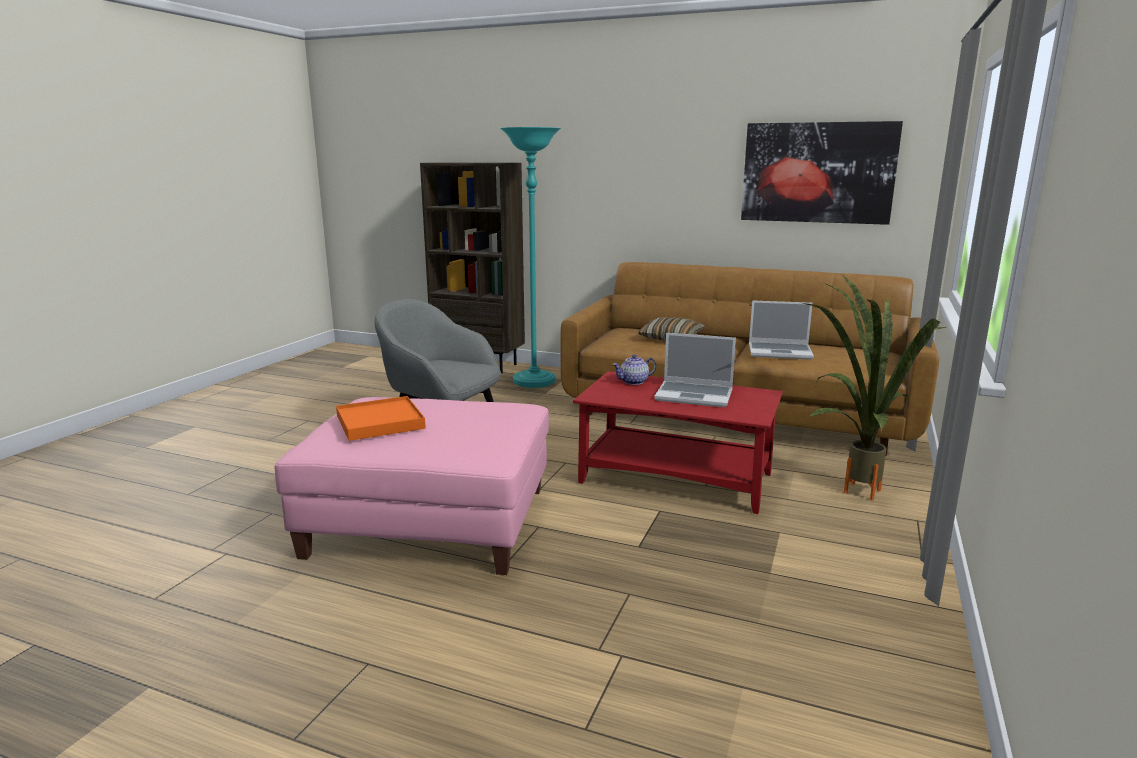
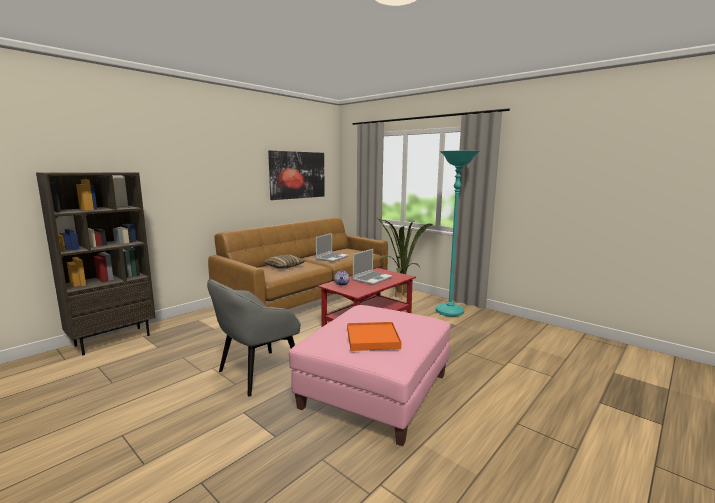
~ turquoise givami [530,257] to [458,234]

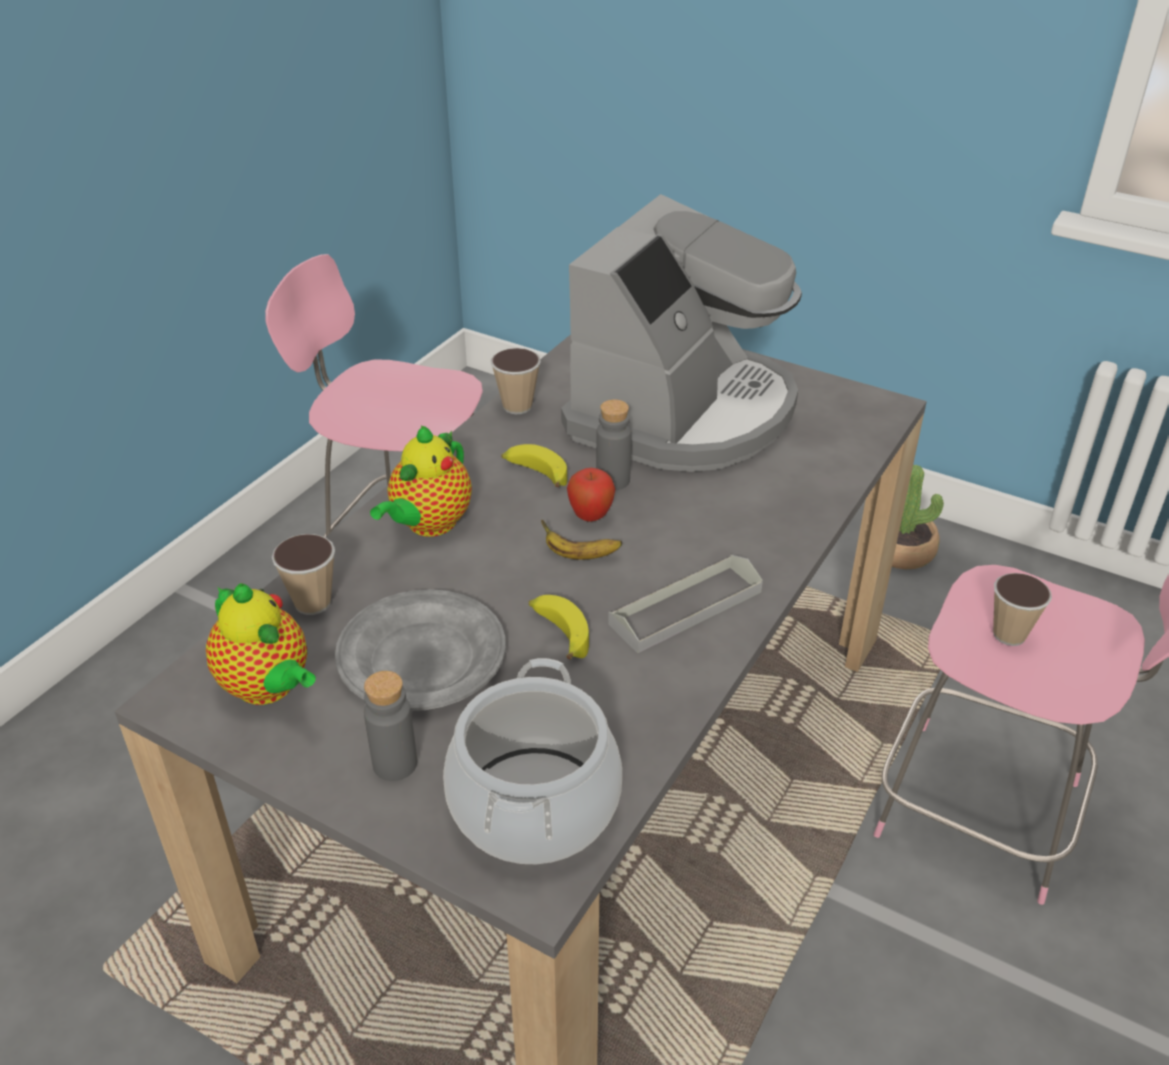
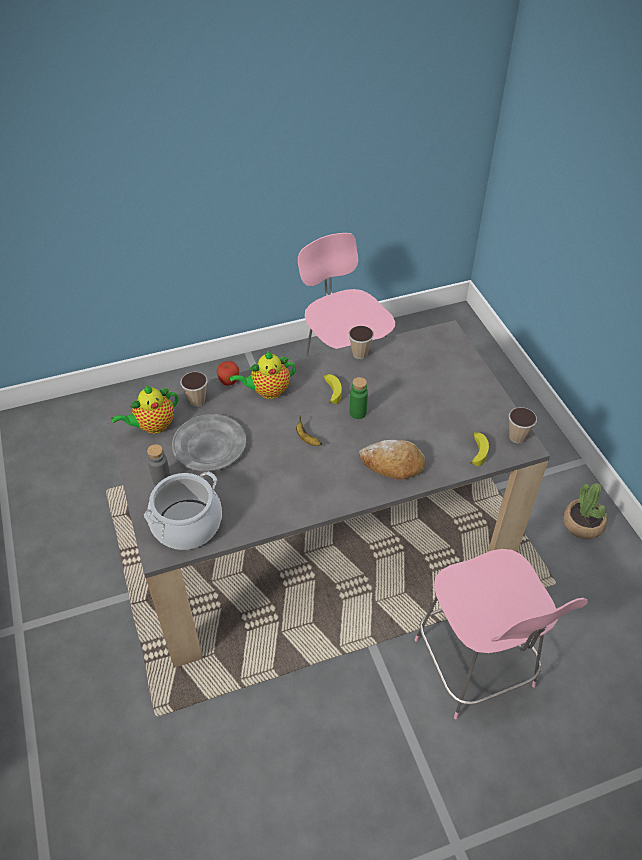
~ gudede [261,644] = [144,410] 60 degrees clockwise
~ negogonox [559,627] to [479,449]
- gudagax [681,333]
~ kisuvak [591,495] to [227,373]
~ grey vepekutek [613,444] to green vepekutek [359,398]
- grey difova [685,604]
~ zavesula [1022,609] to [523,425]
+ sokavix [392,460]

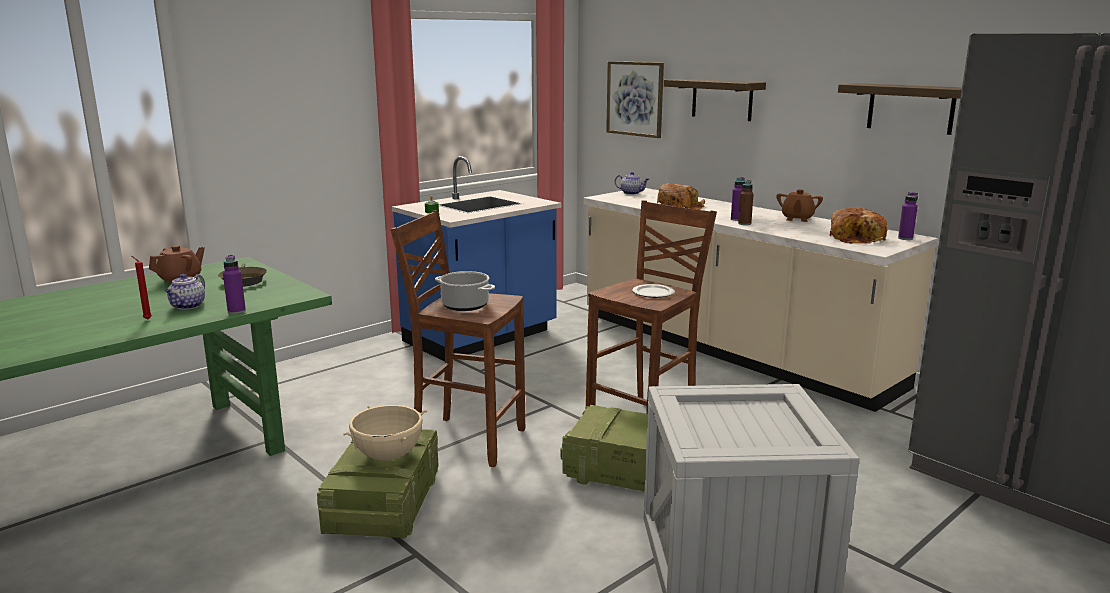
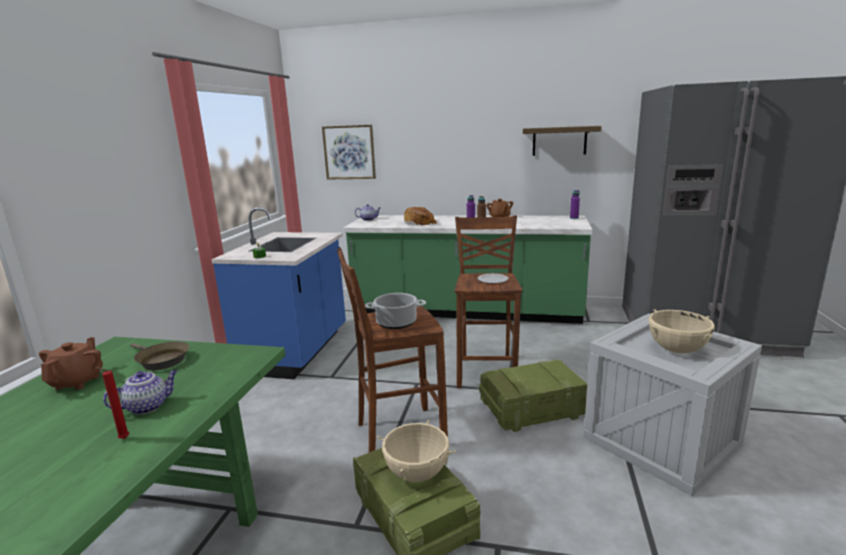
~ gudede [184,292] = [140,392] 105 degrees counterclockwise
- purple vepekutek [234,284]
~ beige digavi [760,300] to green digavi [468,269]
- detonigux [715,100]
- sokavix [858,226]
+ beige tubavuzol [681,331]

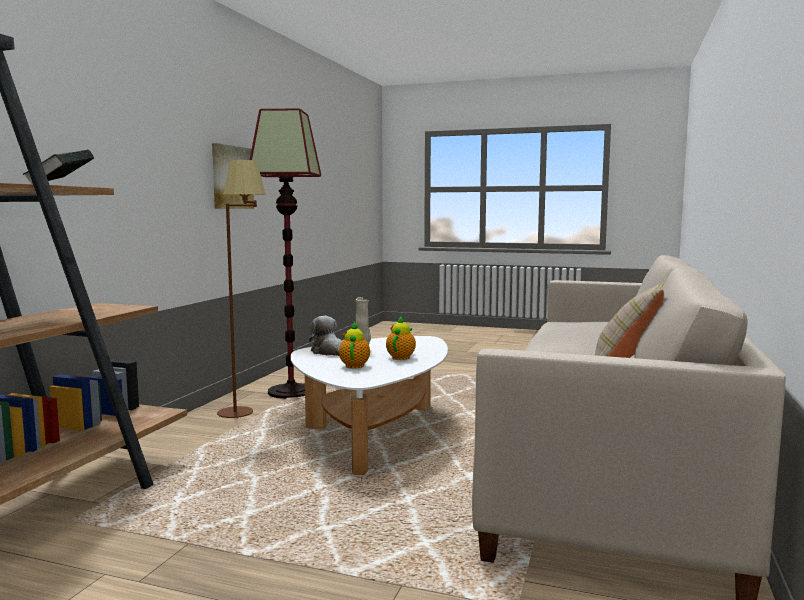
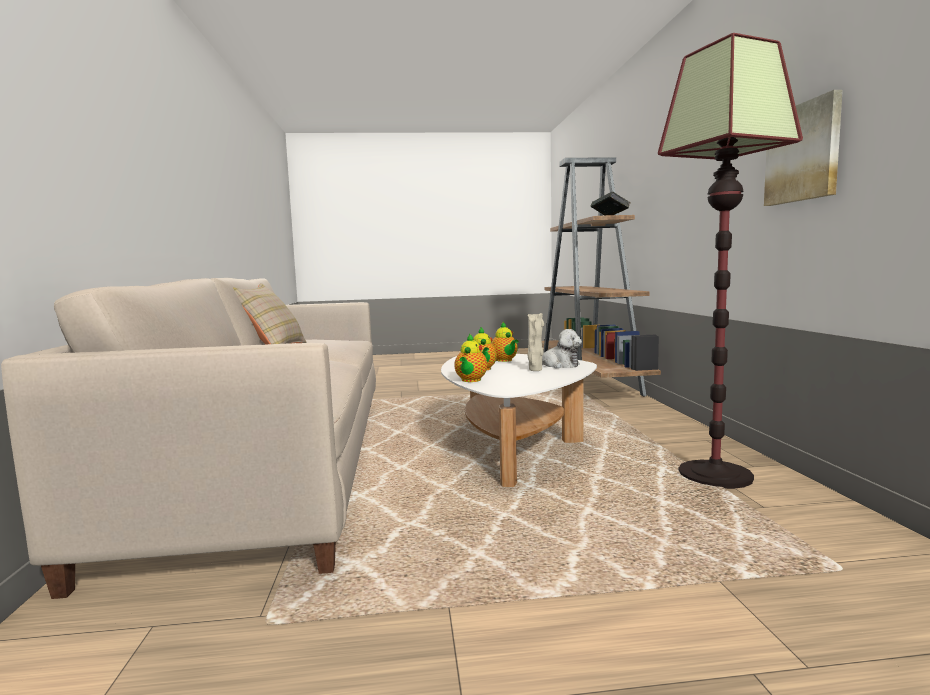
- brown givami [241,289]
+ gudede [470,357]

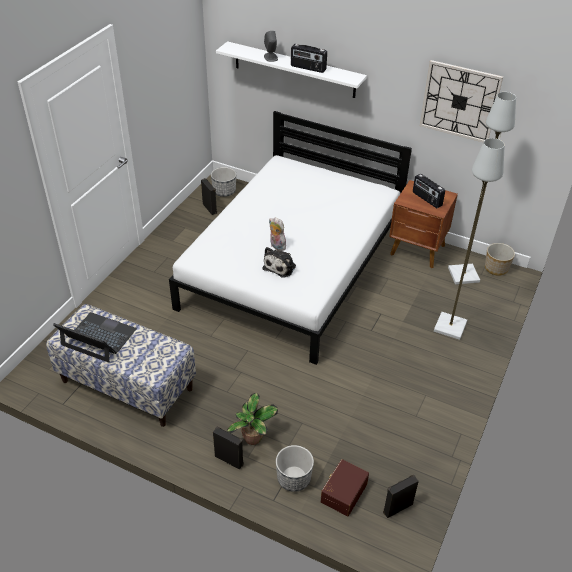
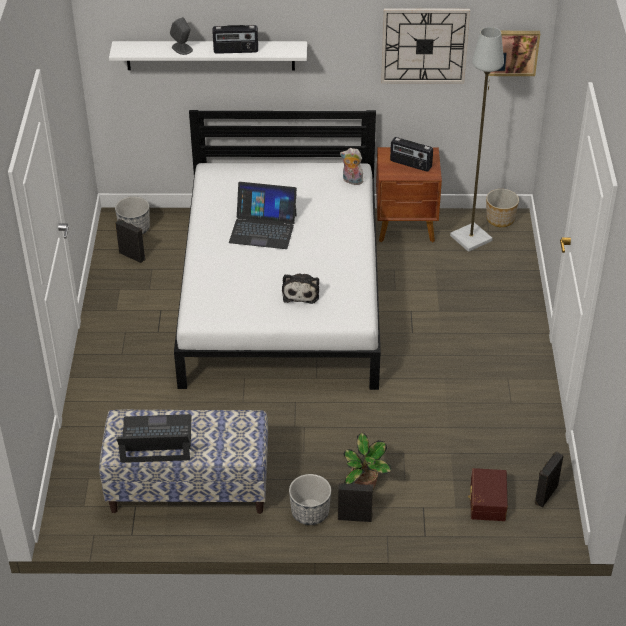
~ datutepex [277,234] to [351,166]
~ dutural [295,468] to [310,499]
- grey givami [469,239]
+ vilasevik [263,215]
+ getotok [514,53]

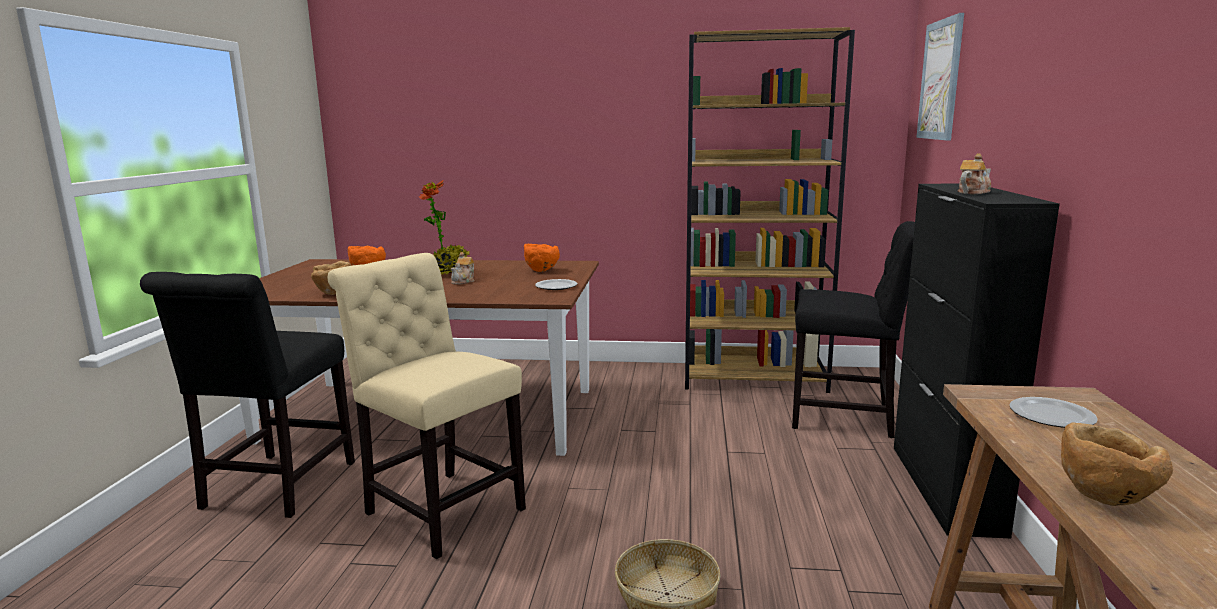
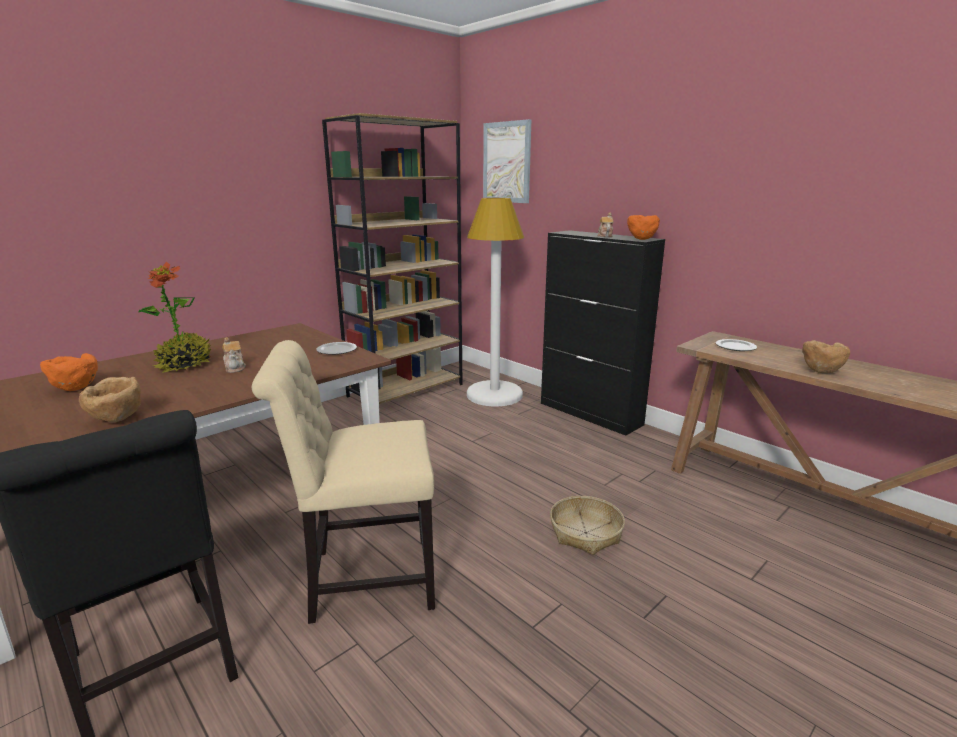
~ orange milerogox [542,258] to [643,227]
~ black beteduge [853,329] to white givami [495,302]

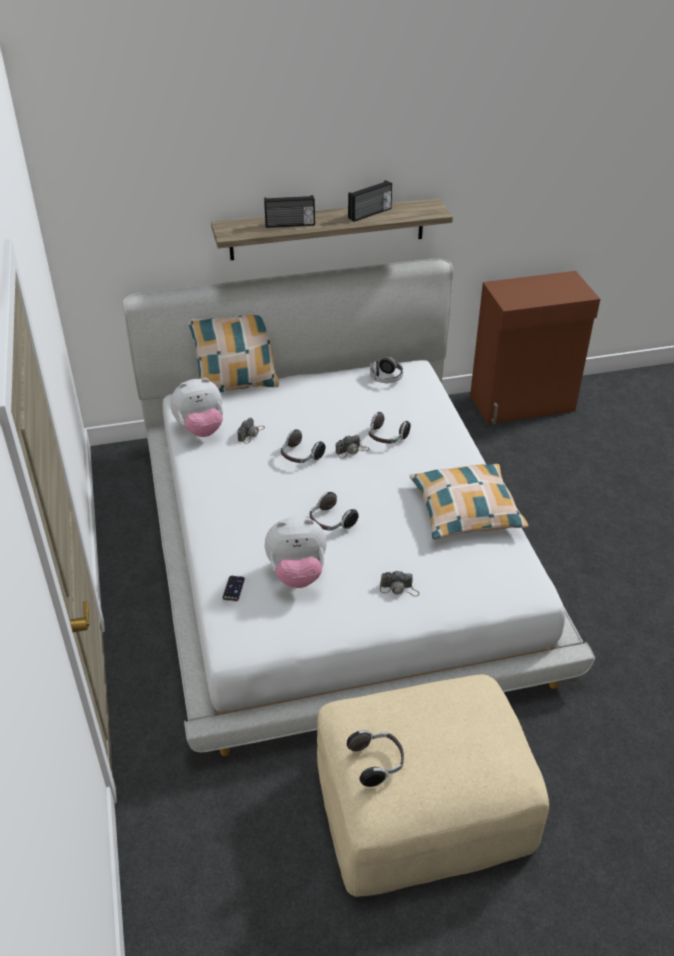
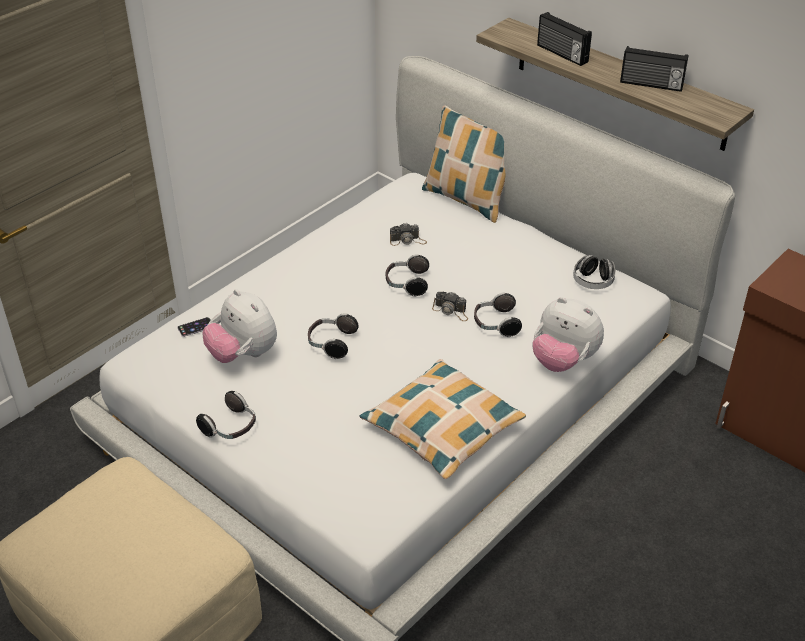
~ datutepex [196,407] to [568,334]
~ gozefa [375,758] to [226,415]
- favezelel [399,584]

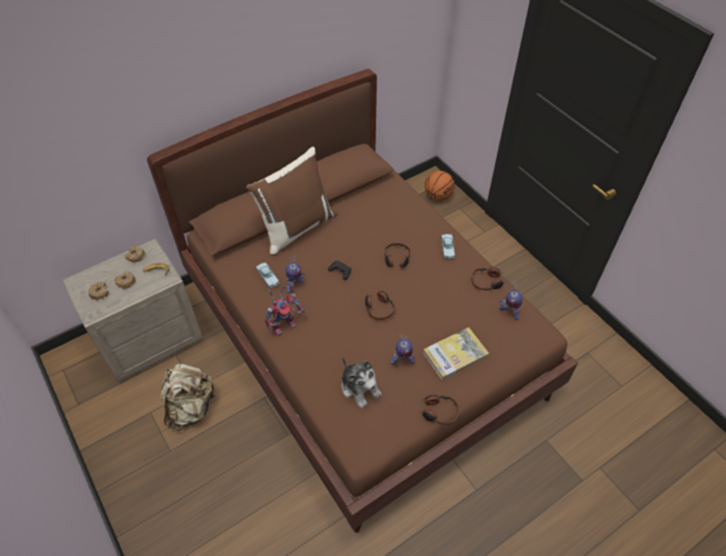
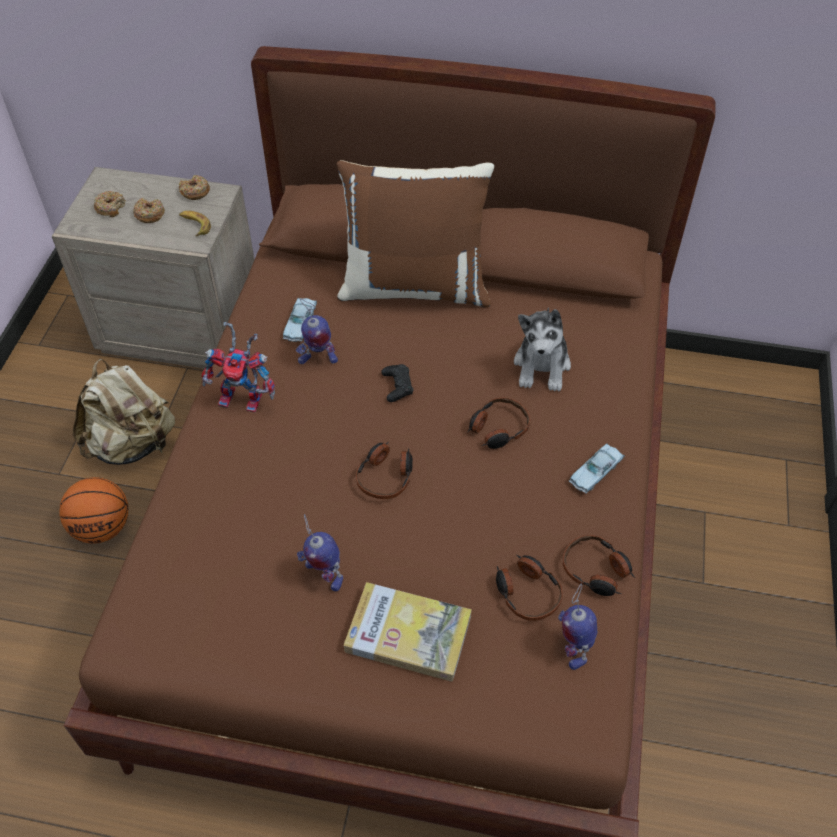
~ datutepex [362,382] to [542,349]
~ gozefa [439,410] to [529,588]
~ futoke [440,186] to [93,510]

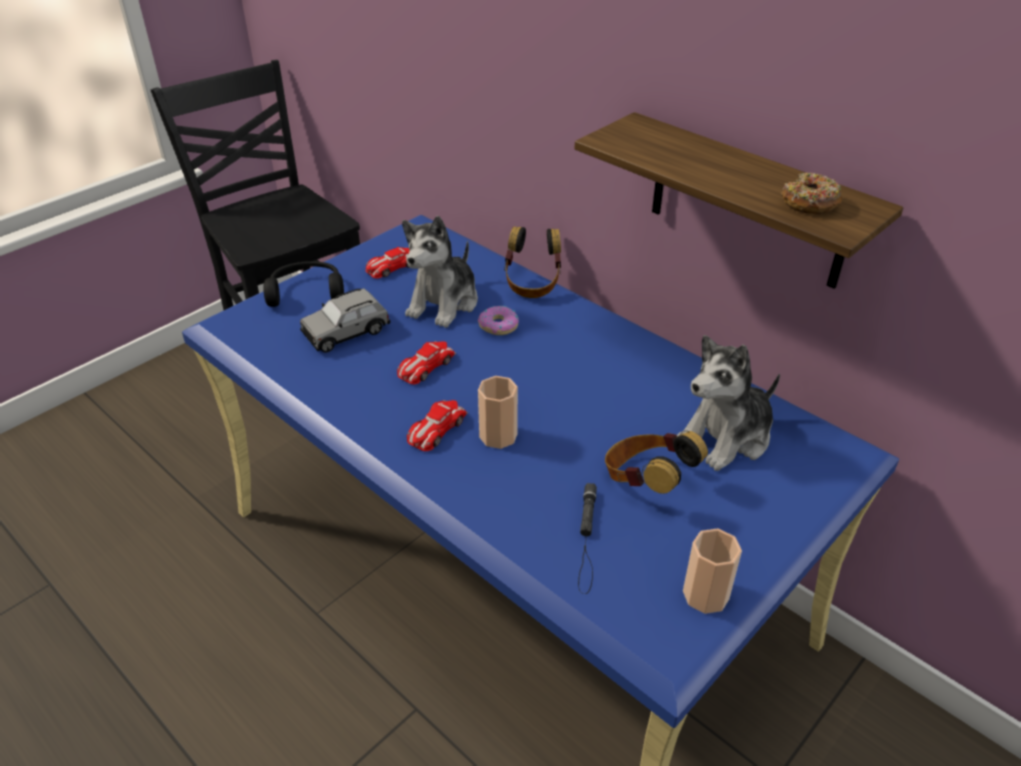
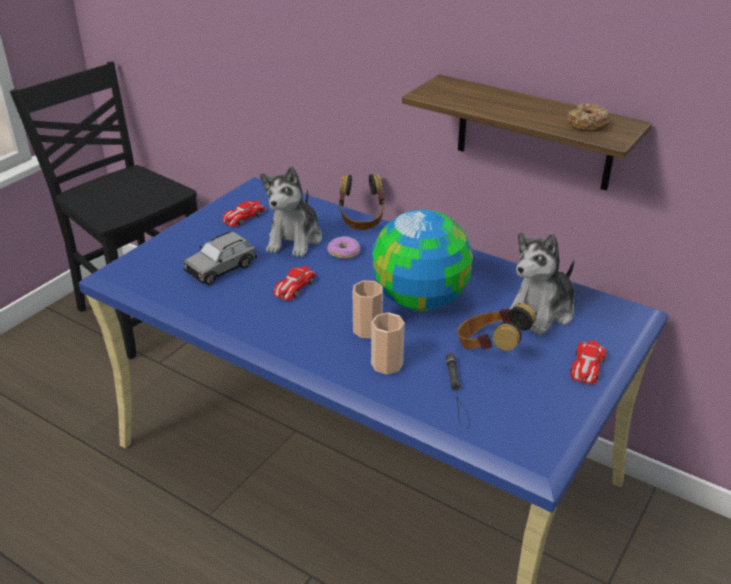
- black gozefa [303,284]
~ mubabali [437,425] to [588,362]
~ zavesula [712,571] to [388,343]
+ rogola [422,260]

